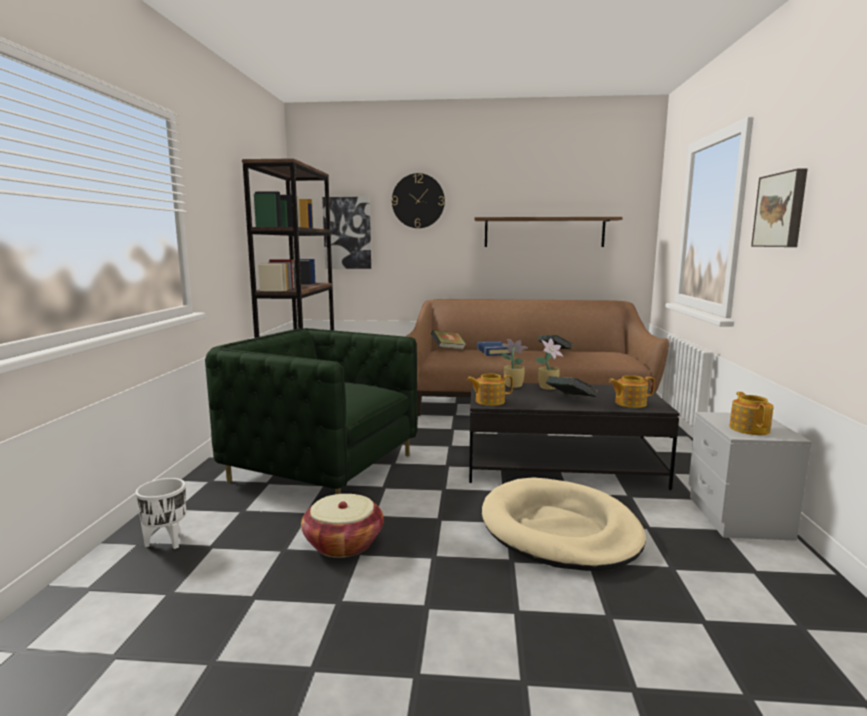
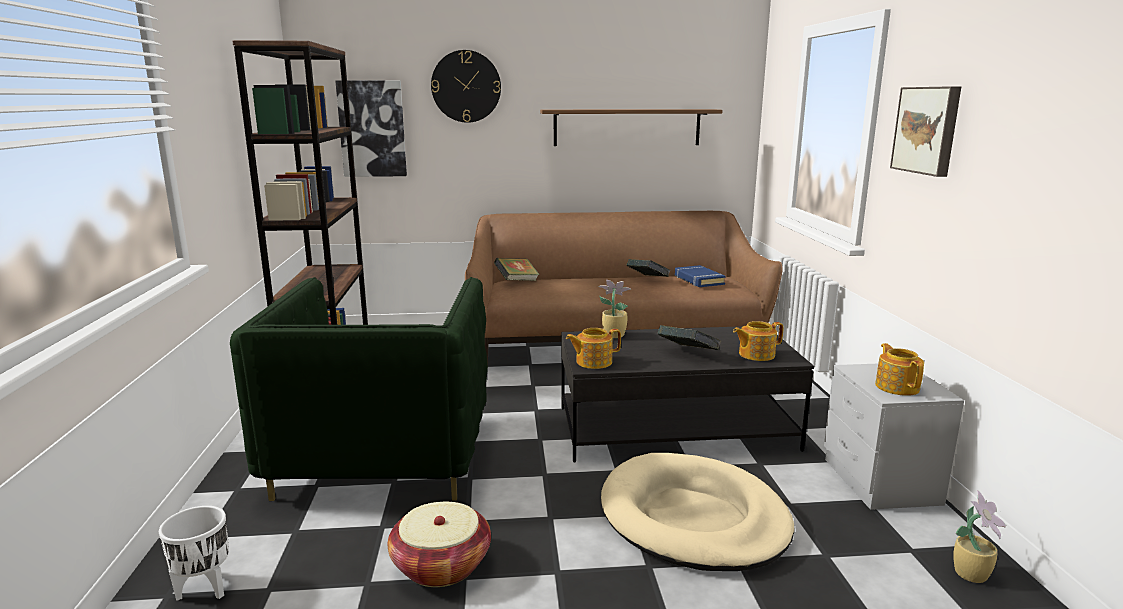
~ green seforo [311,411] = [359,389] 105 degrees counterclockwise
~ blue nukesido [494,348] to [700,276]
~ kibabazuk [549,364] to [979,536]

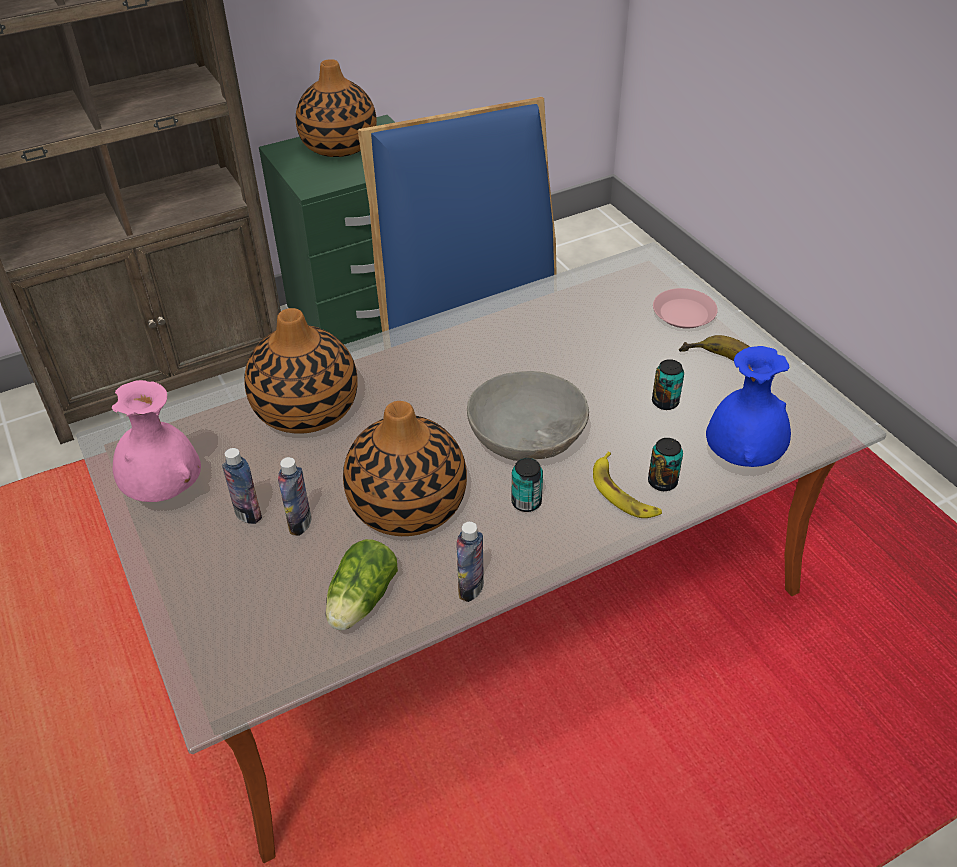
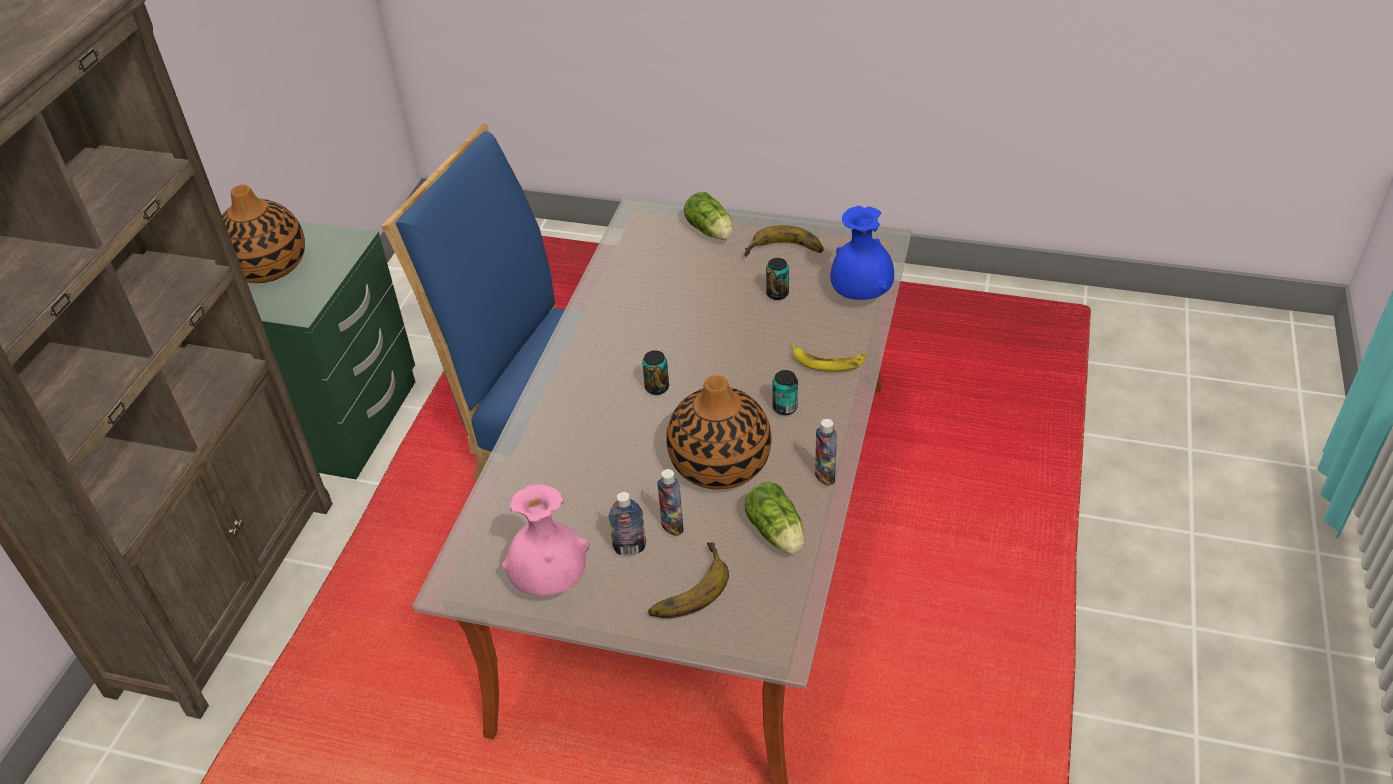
- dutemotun [301,371]
- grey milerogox [528,416]
~ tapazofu [665,464] to [655,372]
~ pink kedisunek [685,308] to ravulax [708,216]
+ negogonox [688,580]

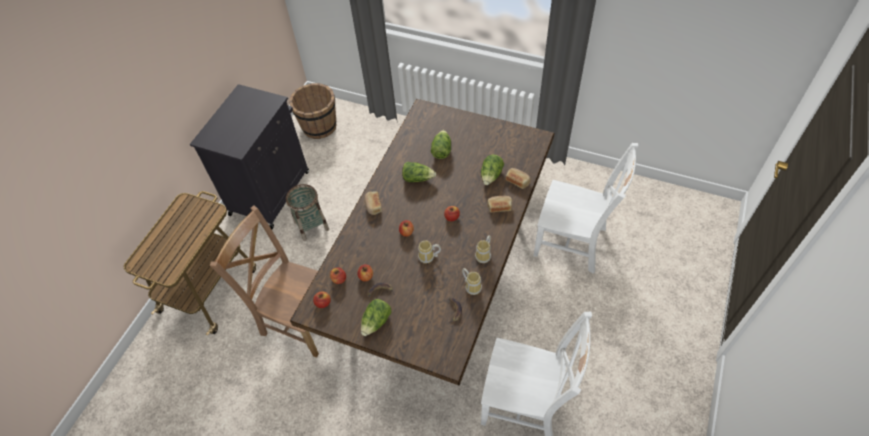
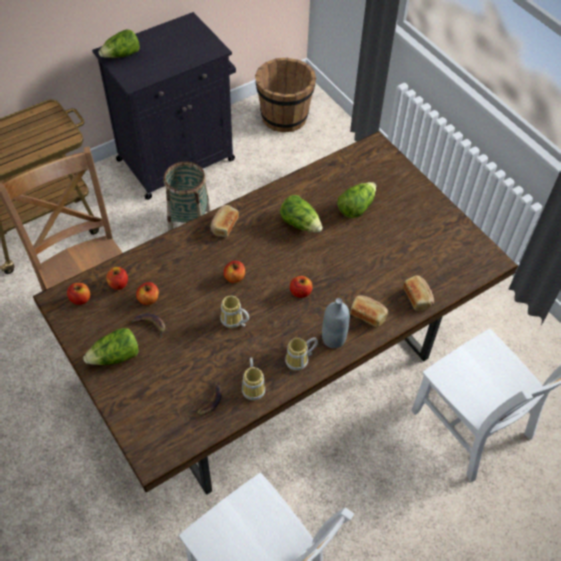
~ ravulax [492,170] to [119,43]
+ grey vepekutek [336,323]

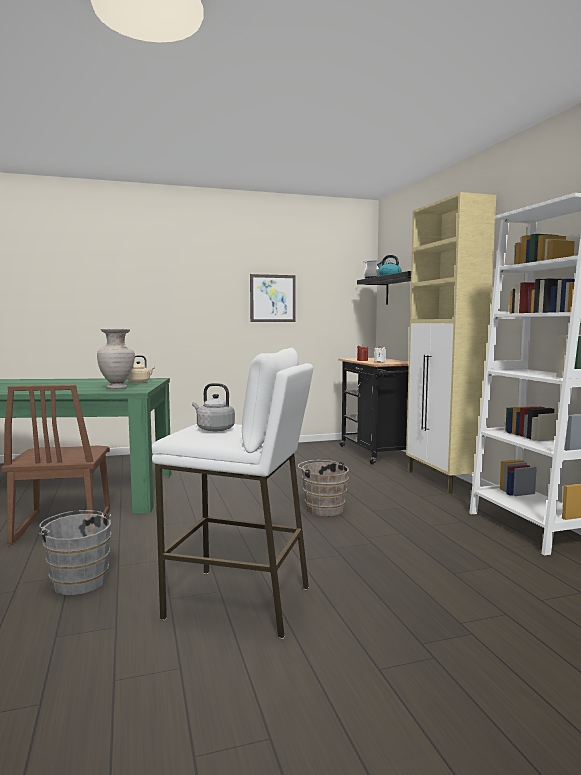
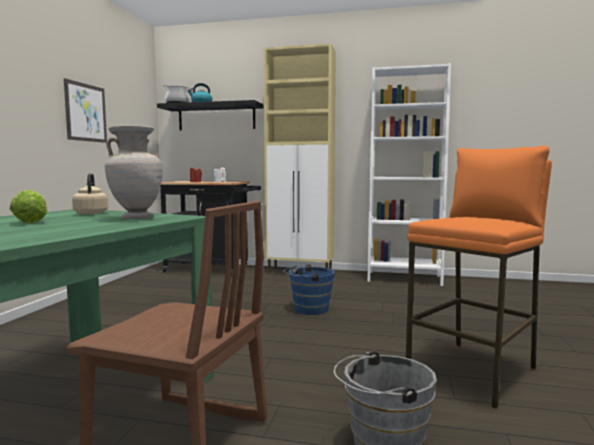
~ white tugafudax [232,493] to orange tugafudax [479,277]
- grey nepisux [213,407]
~ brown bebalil [323,488] to blue bebalil [309,289]
+ ravulax [28,206]

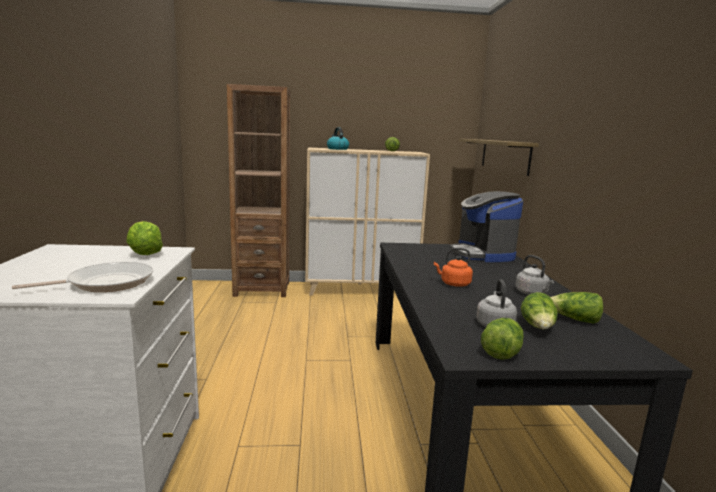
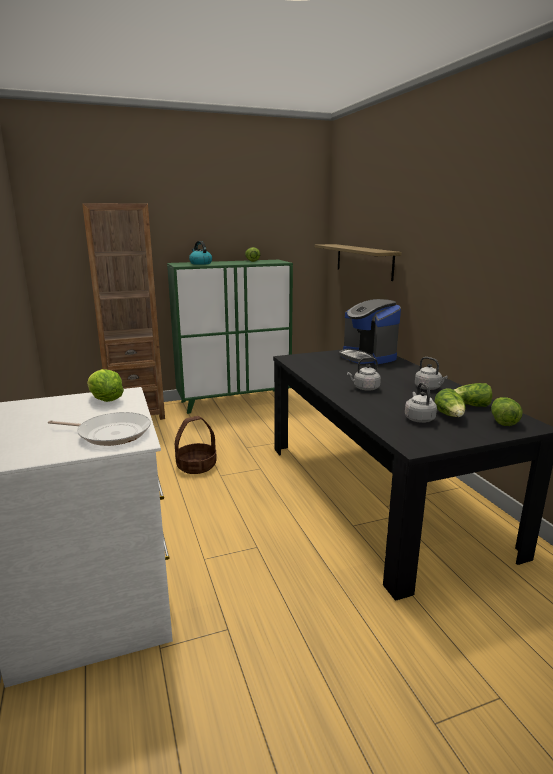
~ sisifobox [82,277] = [99,429] 60 degrees clockwise
~ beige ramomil [367,221] to green ramomil [230,337]
~ orange nepisux [453,267] to grey nepisux [364,374]
~ ravulax [502,339] to [507,411]
+ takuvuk [196,445]

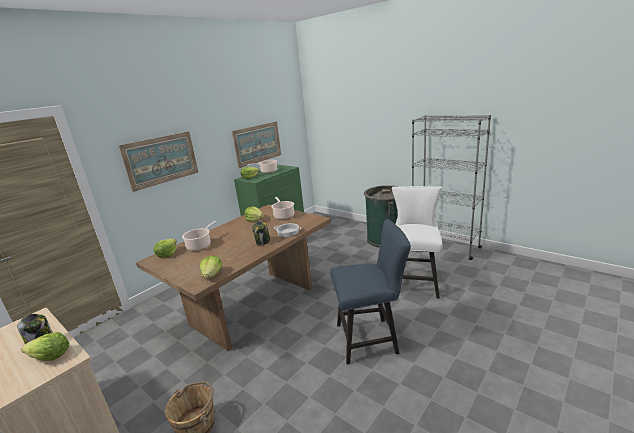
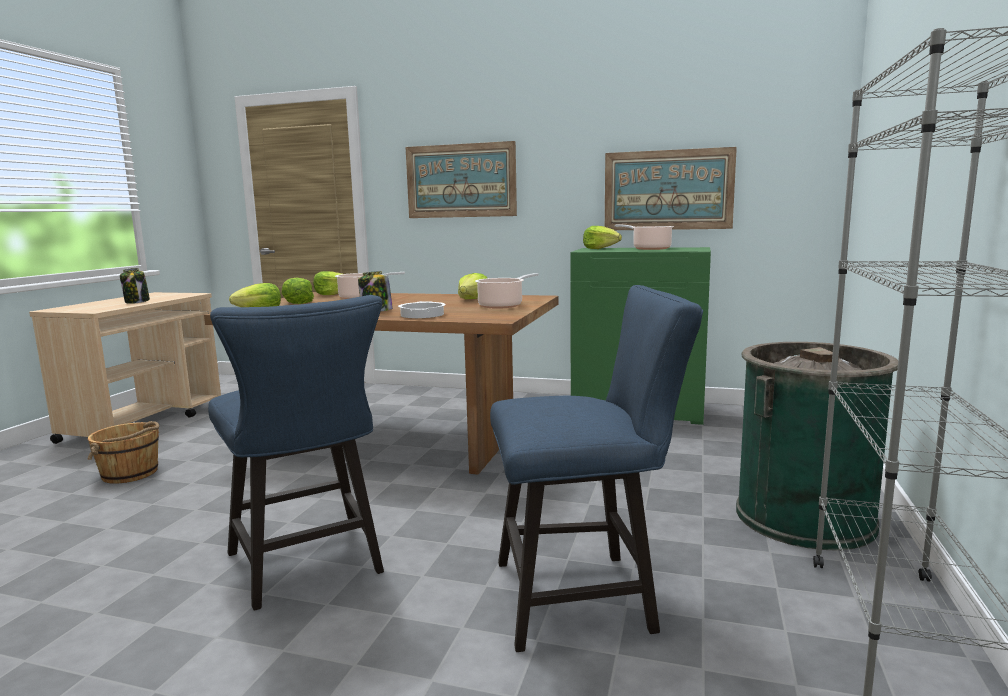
~ ravulax [45,346] to [298,290]
~ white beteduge [417,242] to blue beteduge [596,468]

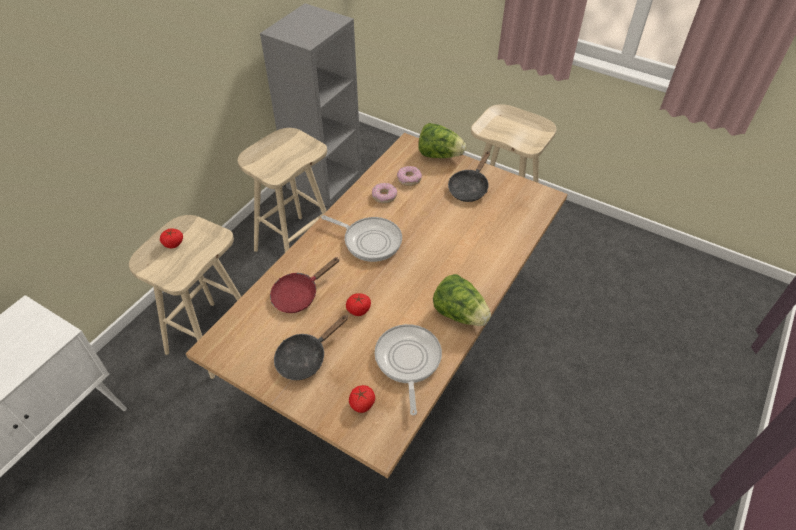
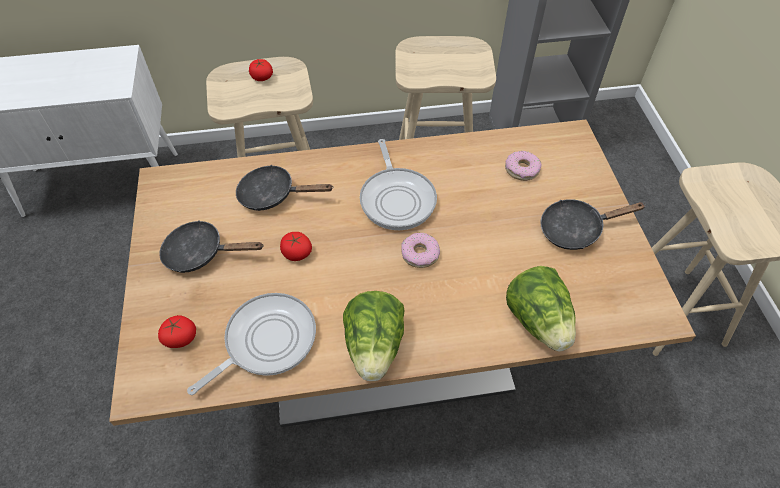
~ red sisifobox [305,285] to black sisifobox [285,188]
~ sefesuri [384,193] to [420,250]
~ ravulax [442,140] to [541,308]

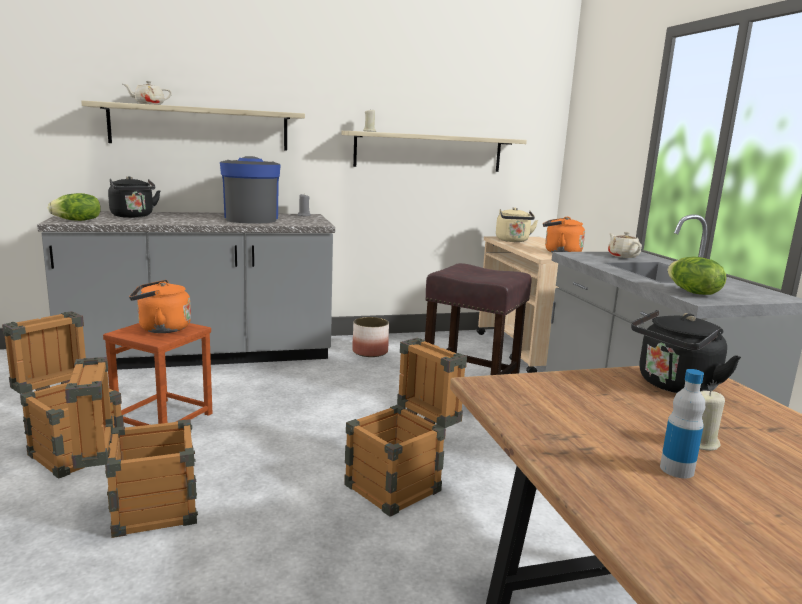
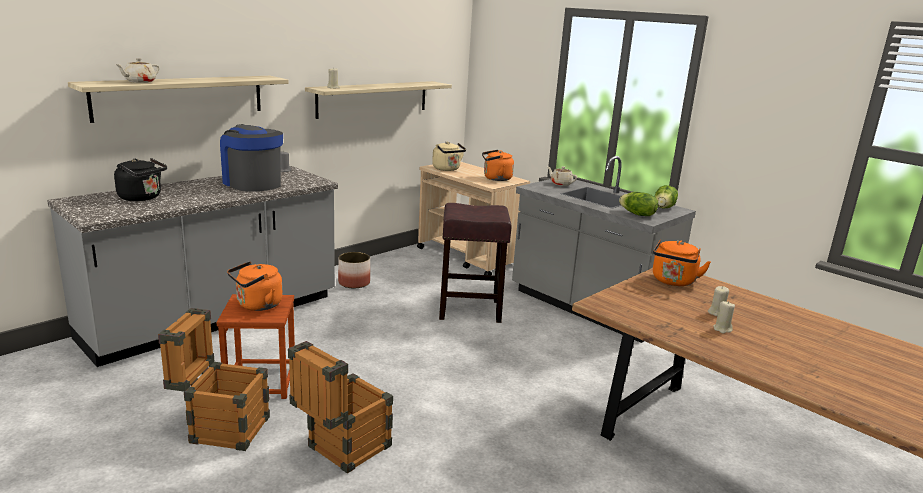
~ ravulax [74,207] to [666,197]
- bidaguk [405,427]
~ black nepisux [686,351] to orange nepisux [682,263]
~ vepekutek [682,423] to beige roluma [724,317]

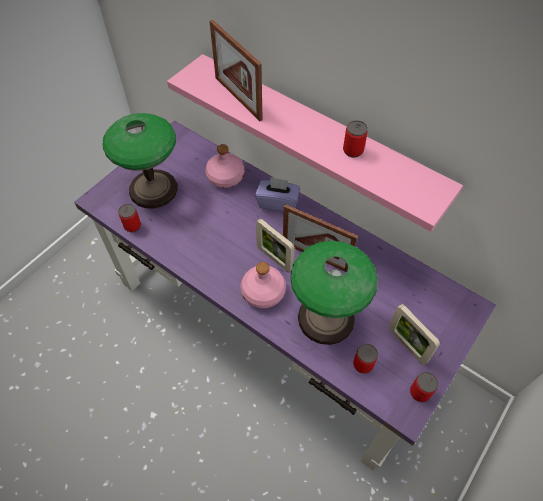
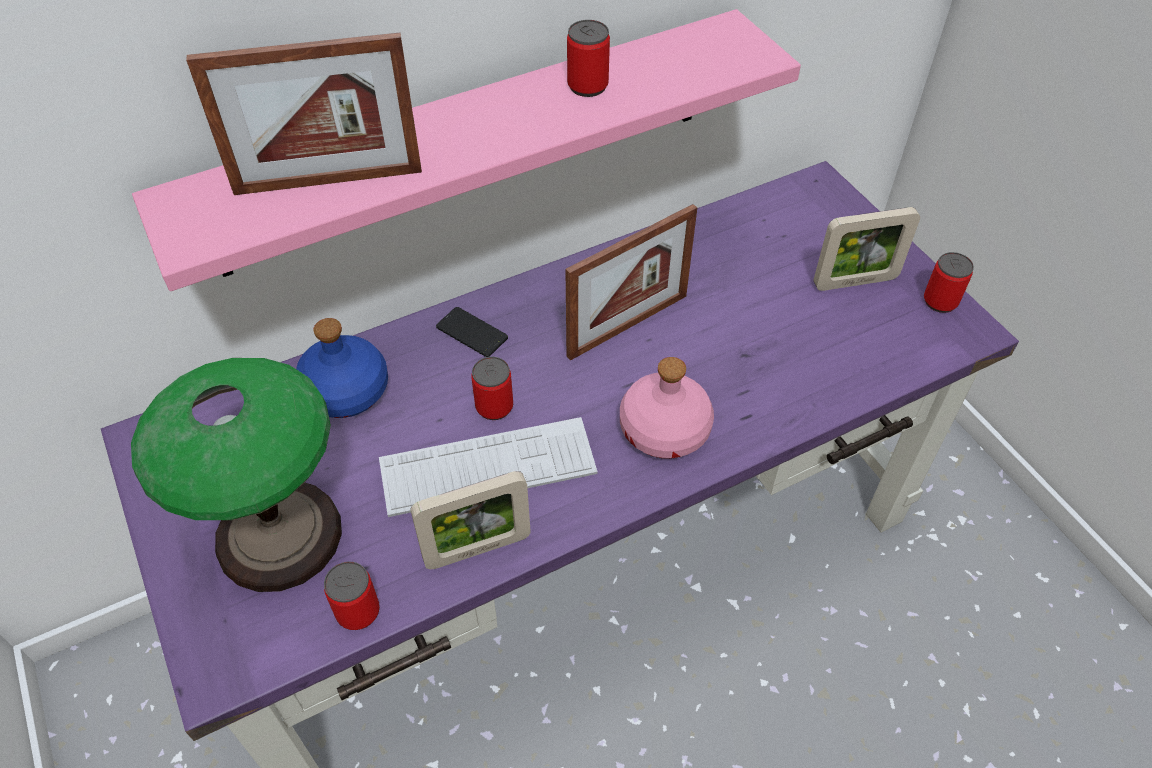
~ pink vepekutek [224,166] to blue vepekutek [342,368]
~ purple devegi [277,194] to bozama [472,332]
~ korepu [275,246] to [470,520]
- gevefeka [334,293]
~ tapazofu [365,359] to [492,388]
+ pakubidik [488,467]

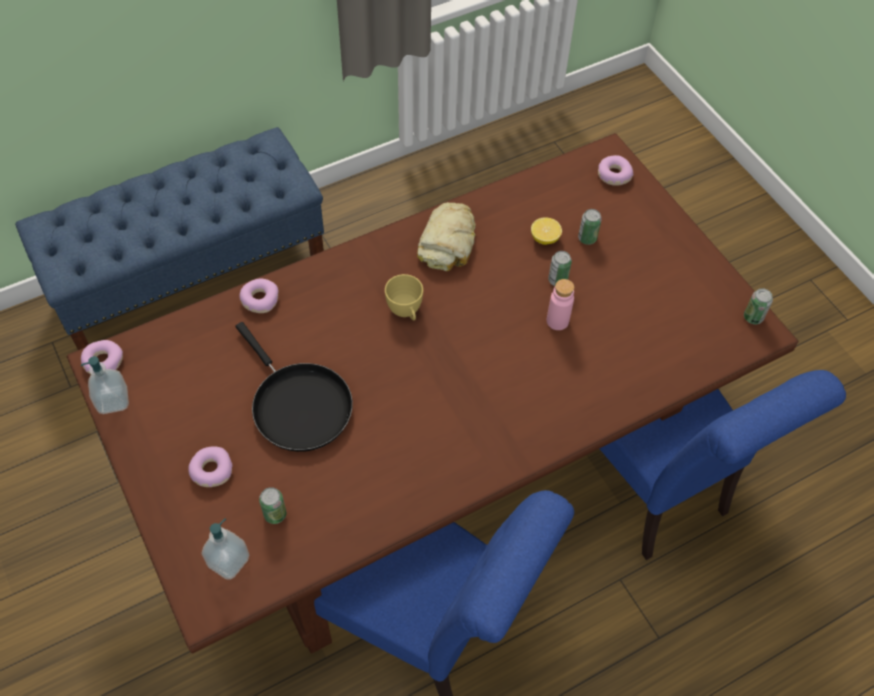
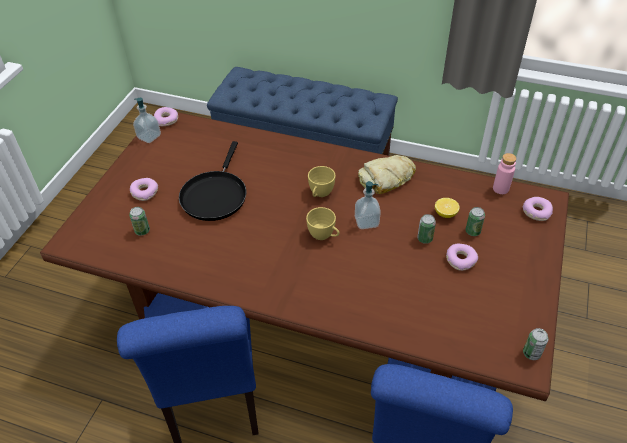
~ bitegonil [225,549] to [368,205]
~ sefesuri [258,295] to [462,257]
~ pink vepekutek [560,304] to [505,173]
+ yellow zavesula [322,223]

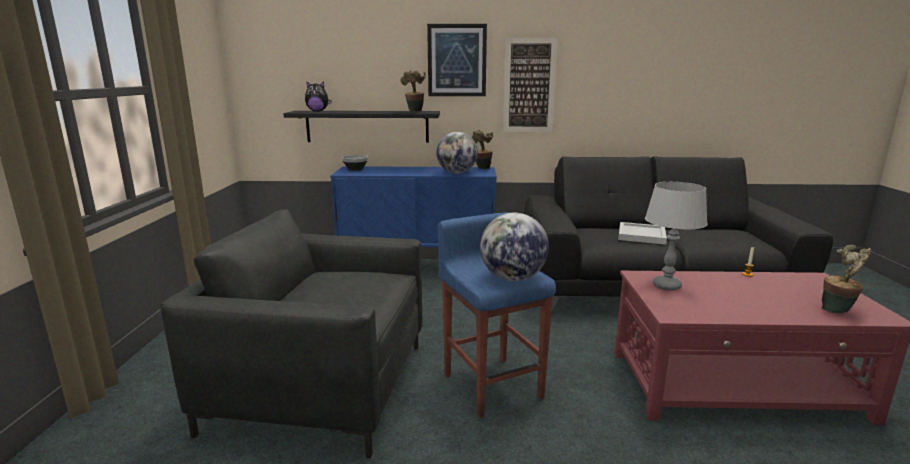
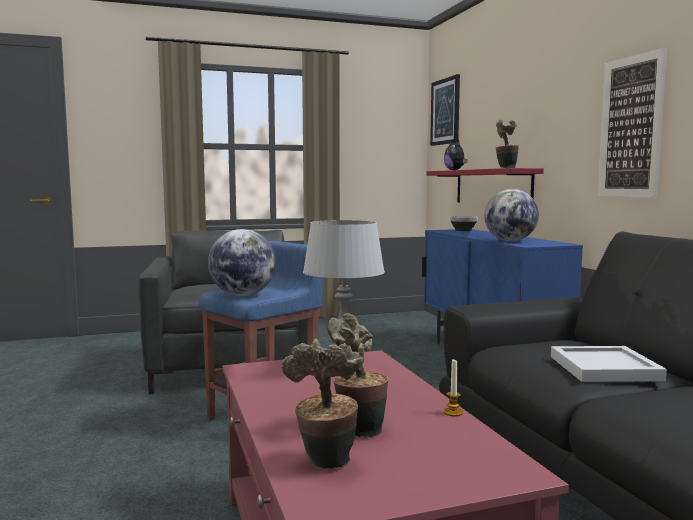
~ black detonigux [361,127] to red detonigux [485,185]
~ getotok [457,60] to [445,110]
~ kibabazuk [482,149] to [358,375]

